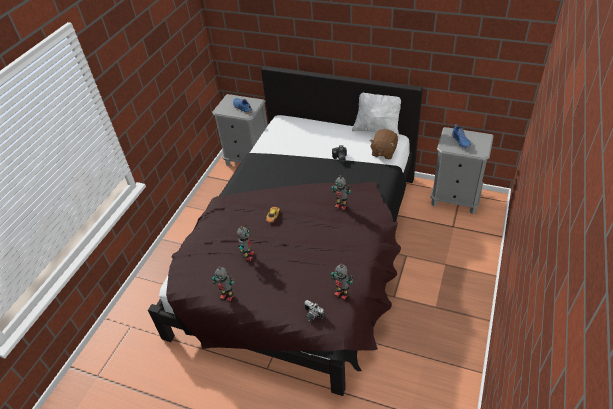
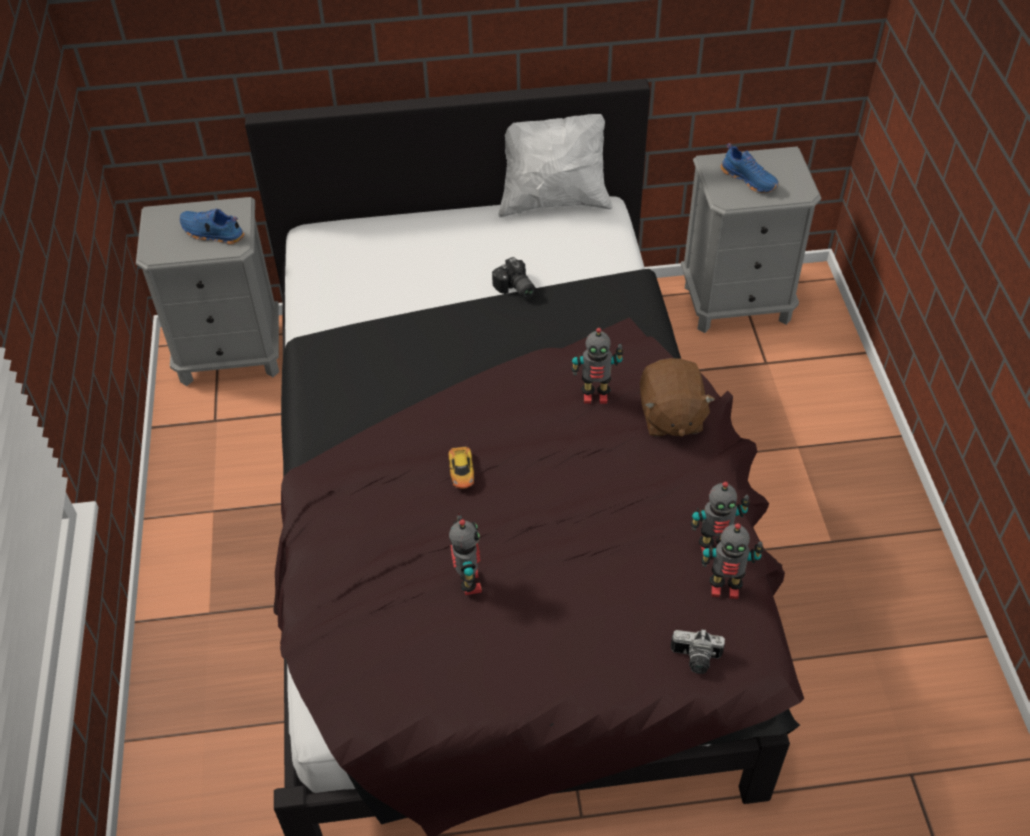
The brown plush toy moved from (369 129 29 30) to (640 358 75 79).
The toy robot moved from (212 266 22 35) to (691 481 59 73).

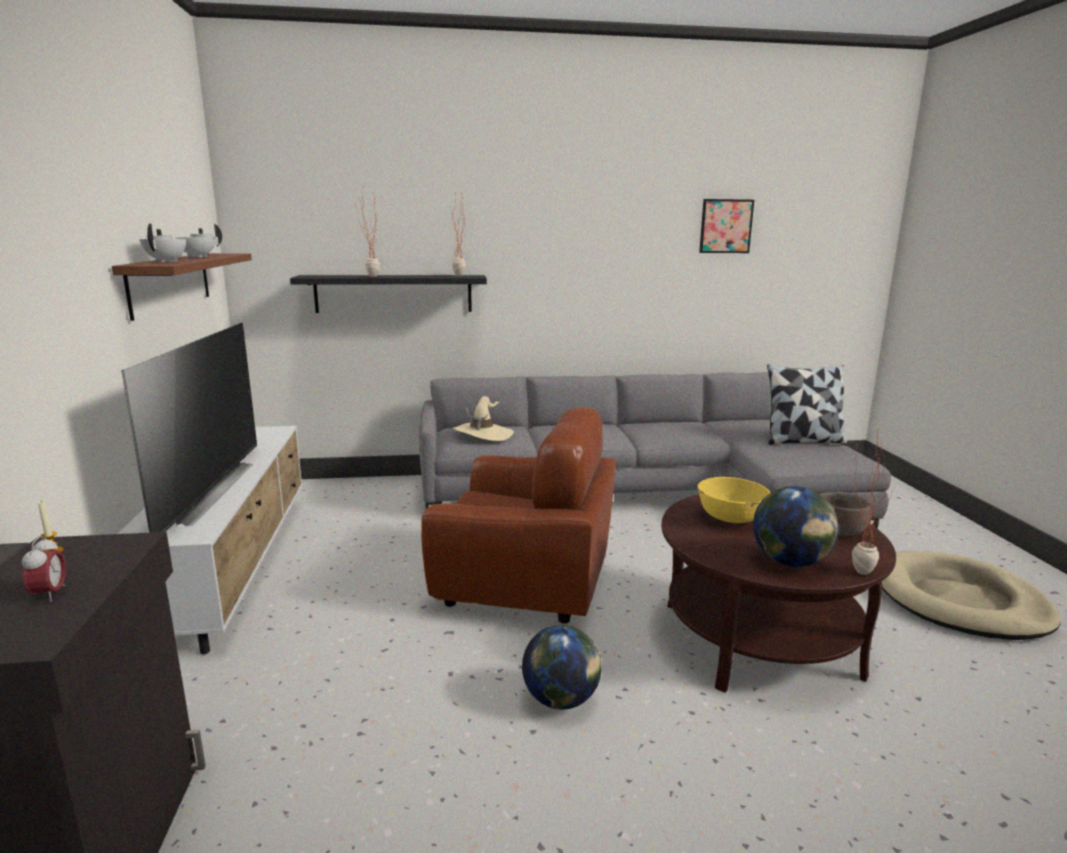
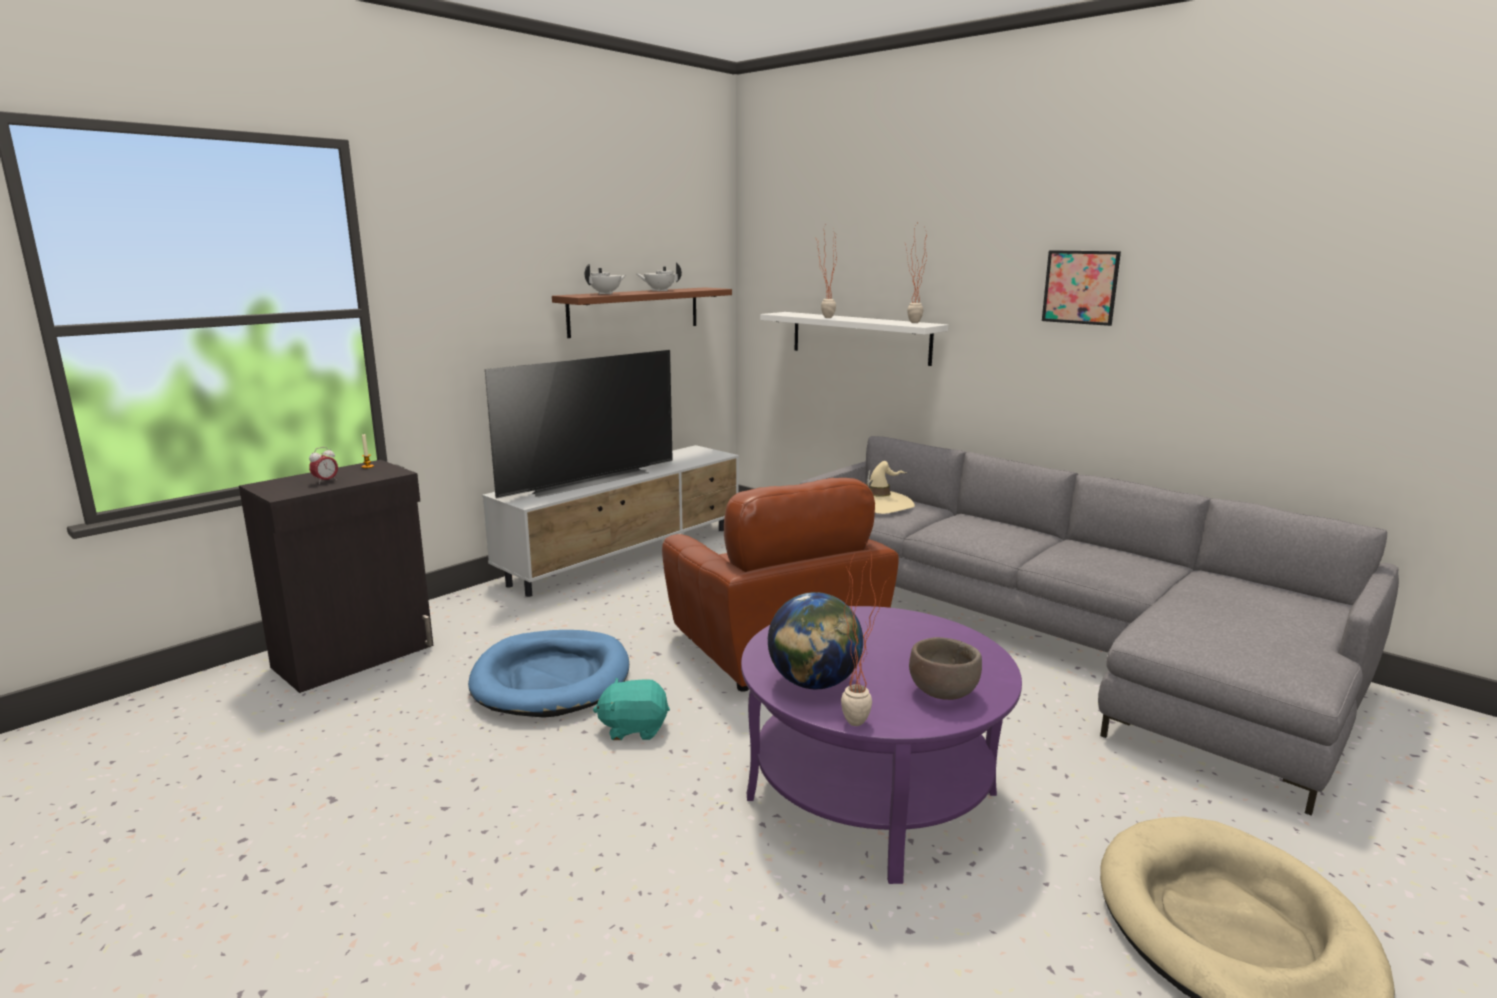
The picture moved from (699 199 55 54) to (1042 250 79 76).
The black shelf at (290 275 197 38) became the white shelf at (760 312 188 54).
The pillow at (767 364 81 81) disappeared.
The yellow bowl at (697 477 73 47) disappeared.
The brown coffee table at (661 492 235 201) became the purple coffee table at (741 606 281 278).
The globe at (522 625 80 85) was replaced by the turquoise plush toy at (593 678 77 62).
The blue dog bed at (468 630 161 88) appeared.

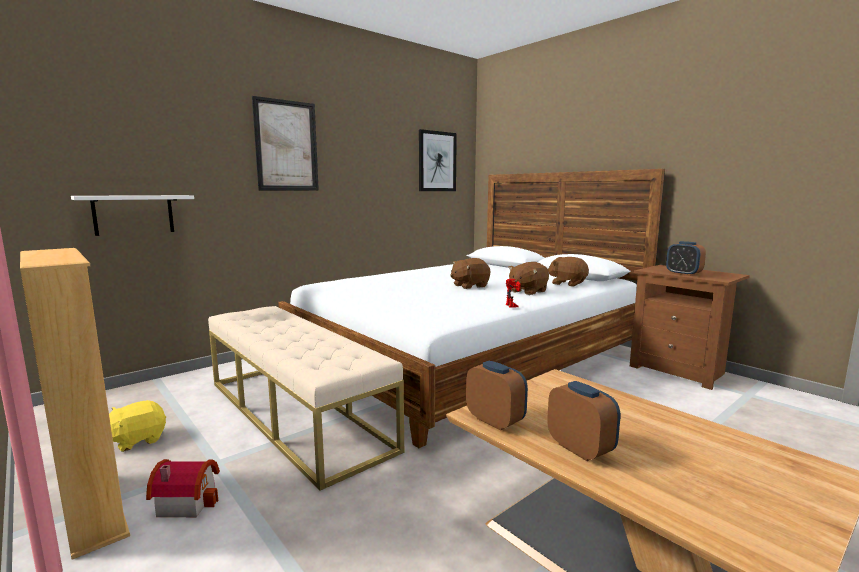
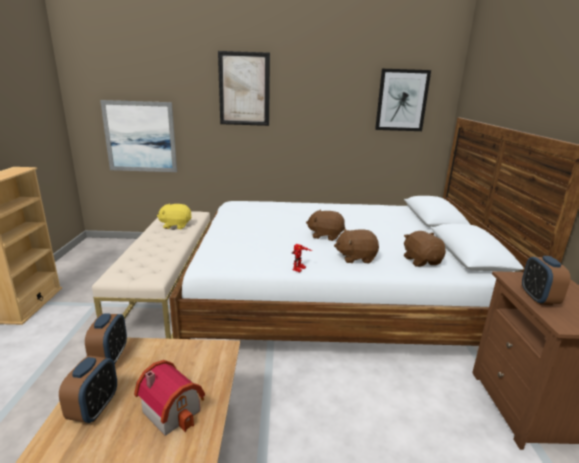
The white shelf at (71 195 123 41) was replaced by the picture at (100 100 77 72).
The yellow plush toy moved from (109 400 57 52) to (157 204 35 25).
The toy house moved from (146 459 74 58) to (134 360 71 76).

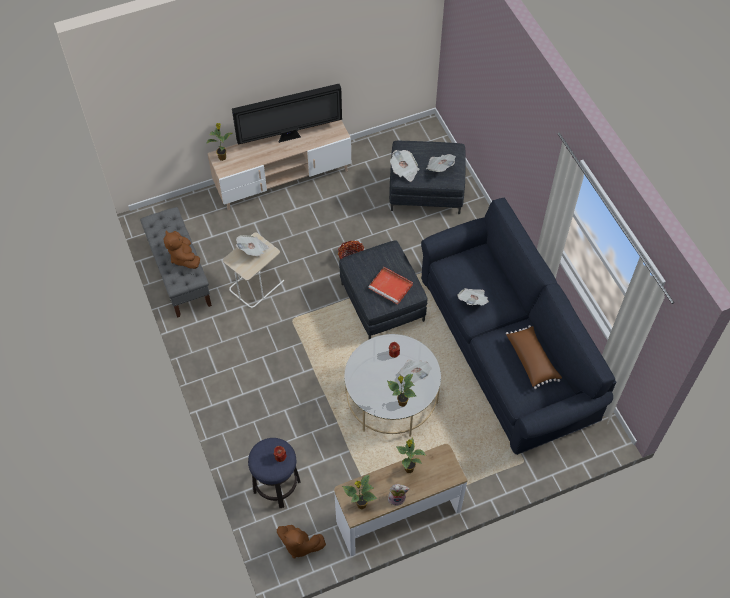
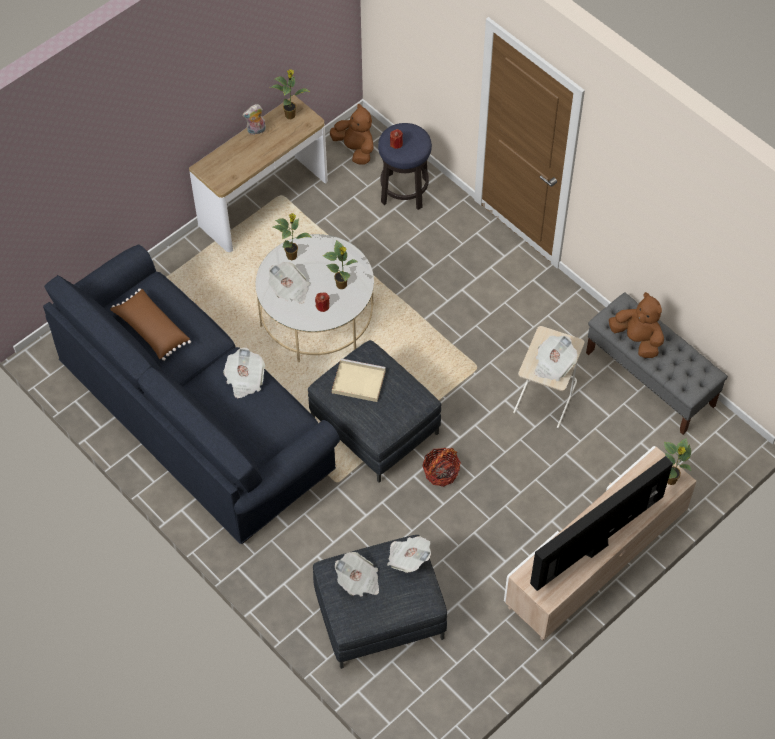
The red tray at (368 267 45 37) became the beige tray at (332 358 54 44).
The potted plant moved from (397 438 29 35) to (323 240 35 49).
The brown plush toy at (277 525 49 33) turned 45 degrees clockwise.

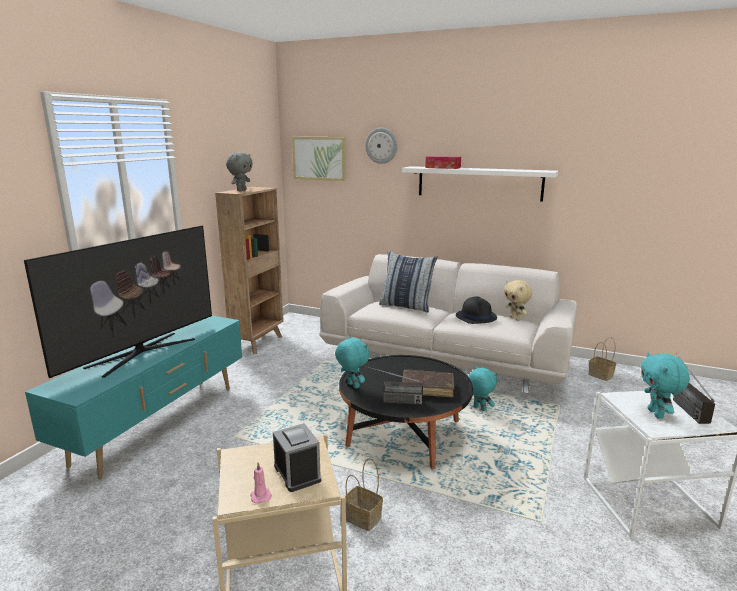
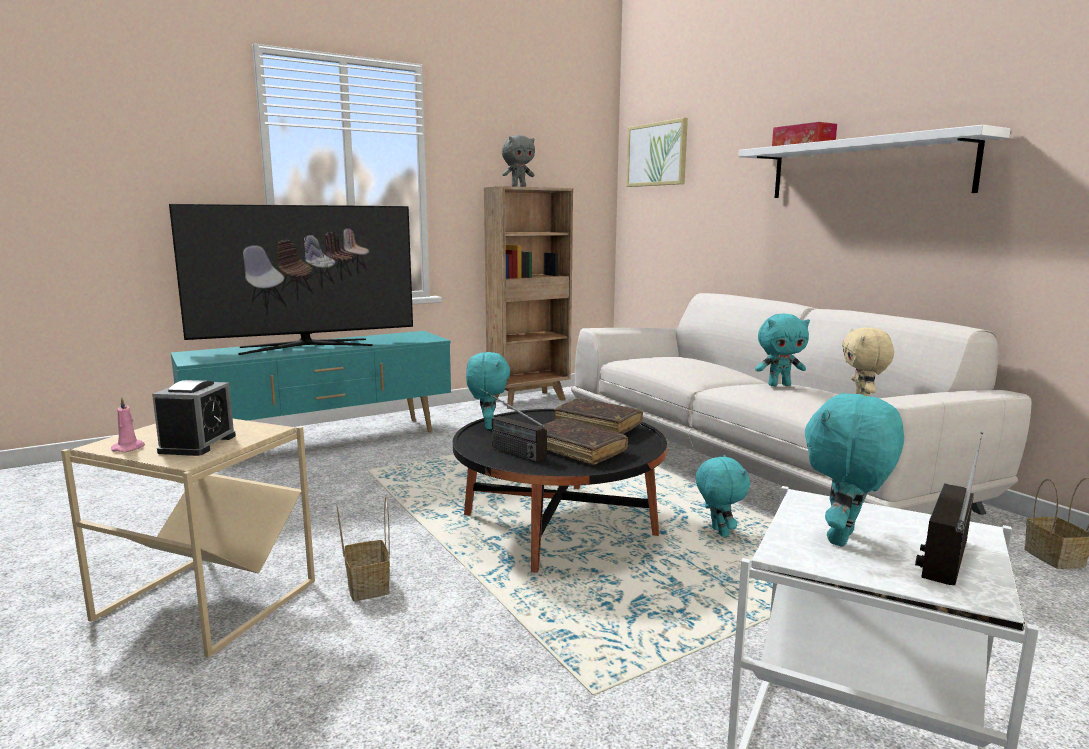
The wall clock at (365 128 33 36) disappeared.
The pillow at (379 251 59 61) disappeared.
The black hat at (456 297 41 27) was replaced by the turquoise plush toy at (755 314 55 72).
The brown book at (555 398 88 36) appeared.

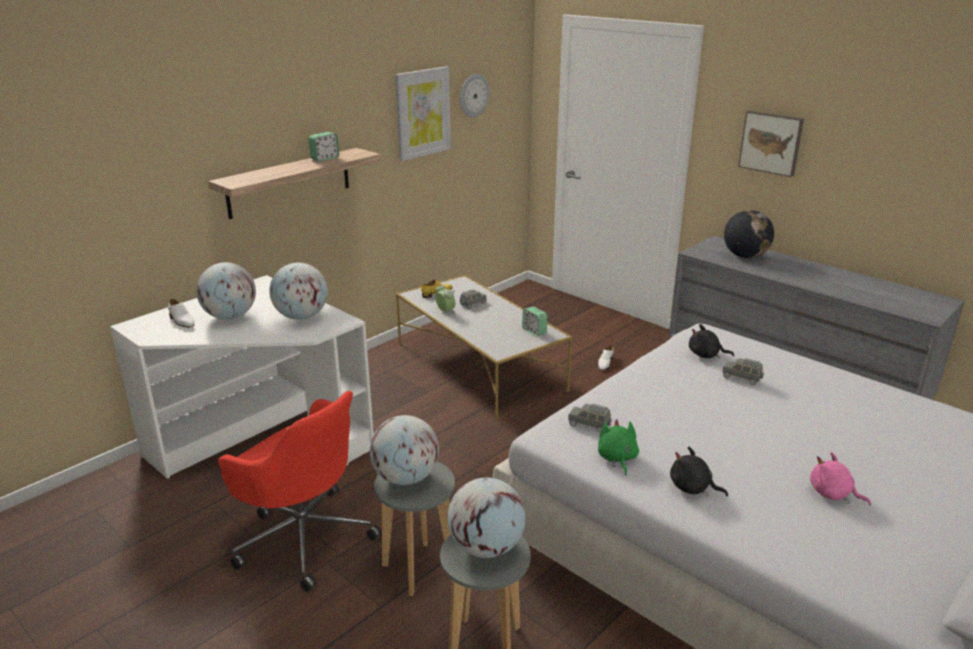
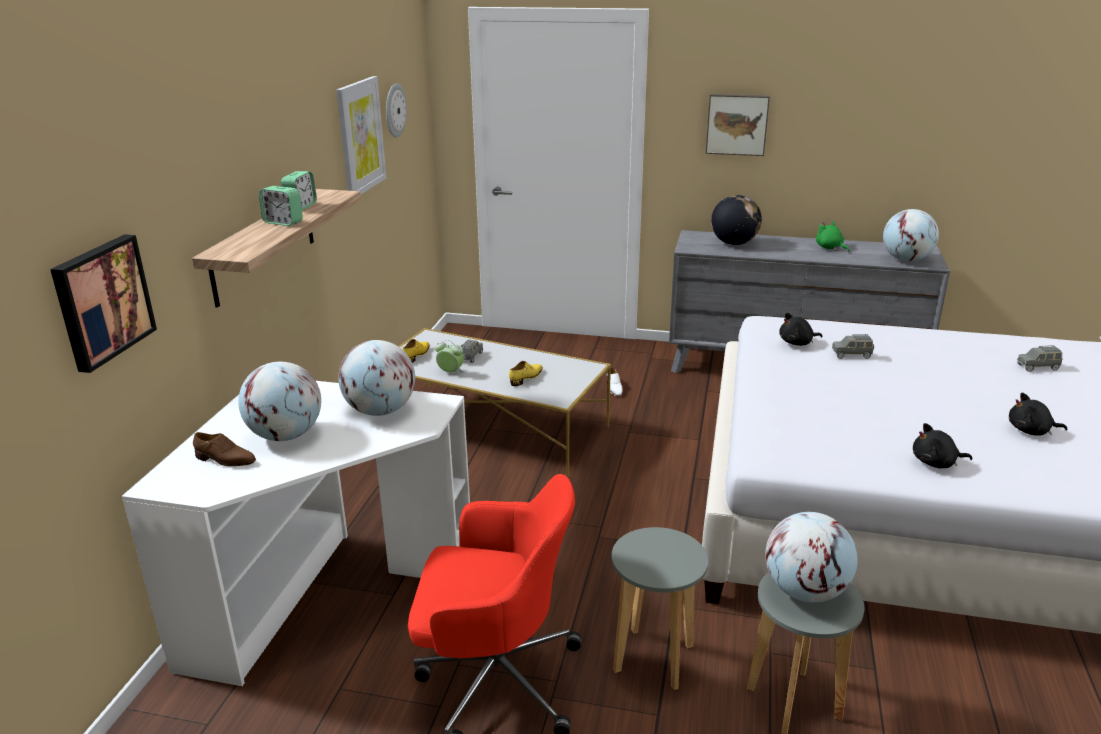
The white shoe at (168 299 27 29) became the brown shoe at (193 432 63 34).
The alarm clock moved from (522 306 26 30) to (259 186 44 40).
The grey toy car moved from (568 404 44 29) to (1017 345 45 27).
The globe moved from (370 415 69 70) to (883 209 56 53).
The green plush toy moved from (598 419 41 57) to (816 221 33 31).
The pink plush toy at (810 452 61 53) became the black plush toy at (1009 393 58 42).
The picture at (50 234 107 139) appeared.
The yellow shoe at (509 361 34 25) appeared.

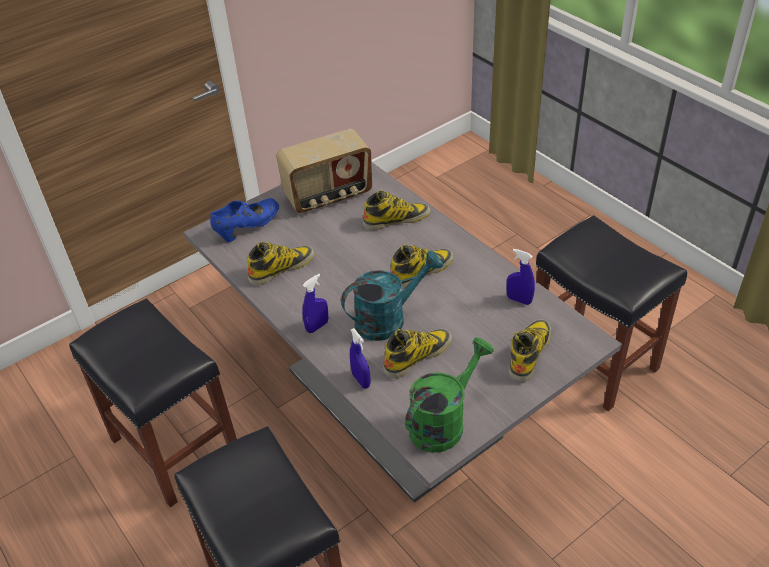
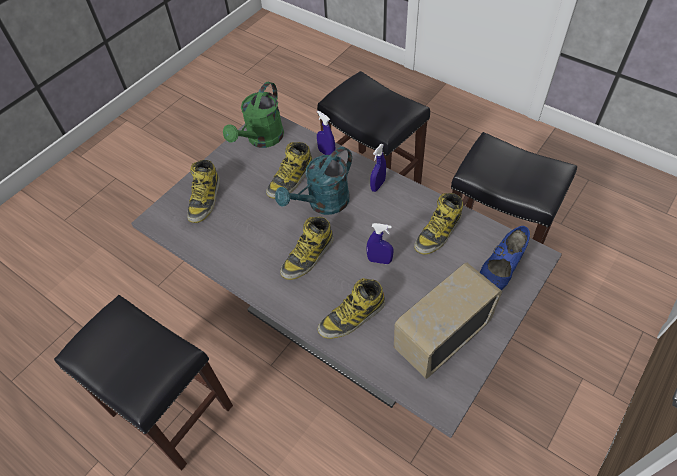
The blue spray bottle moved from (507 249 28 56) to (366 223 28 41).

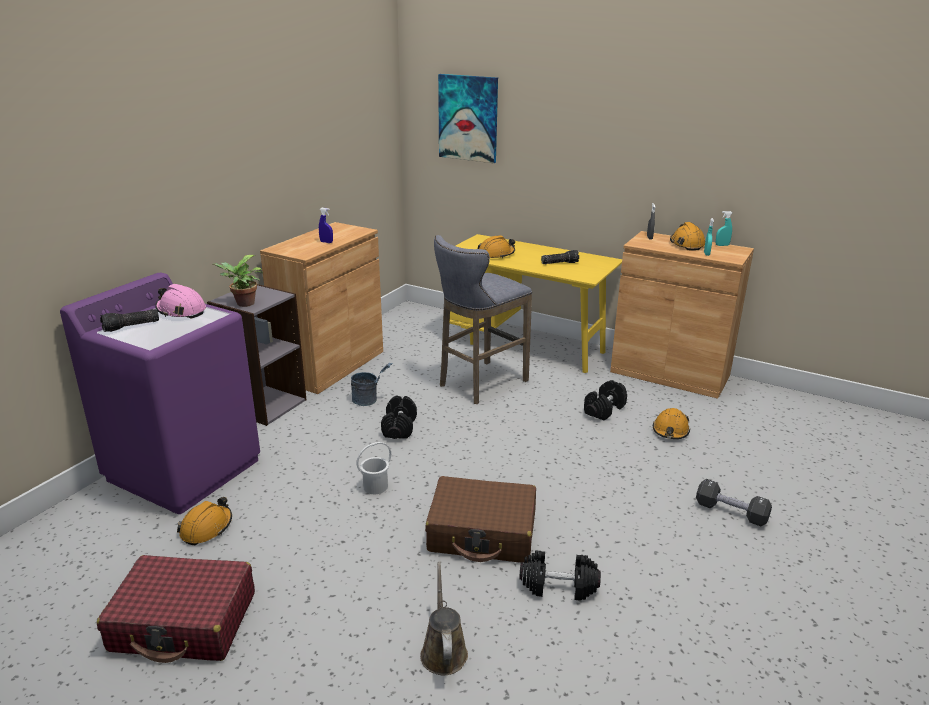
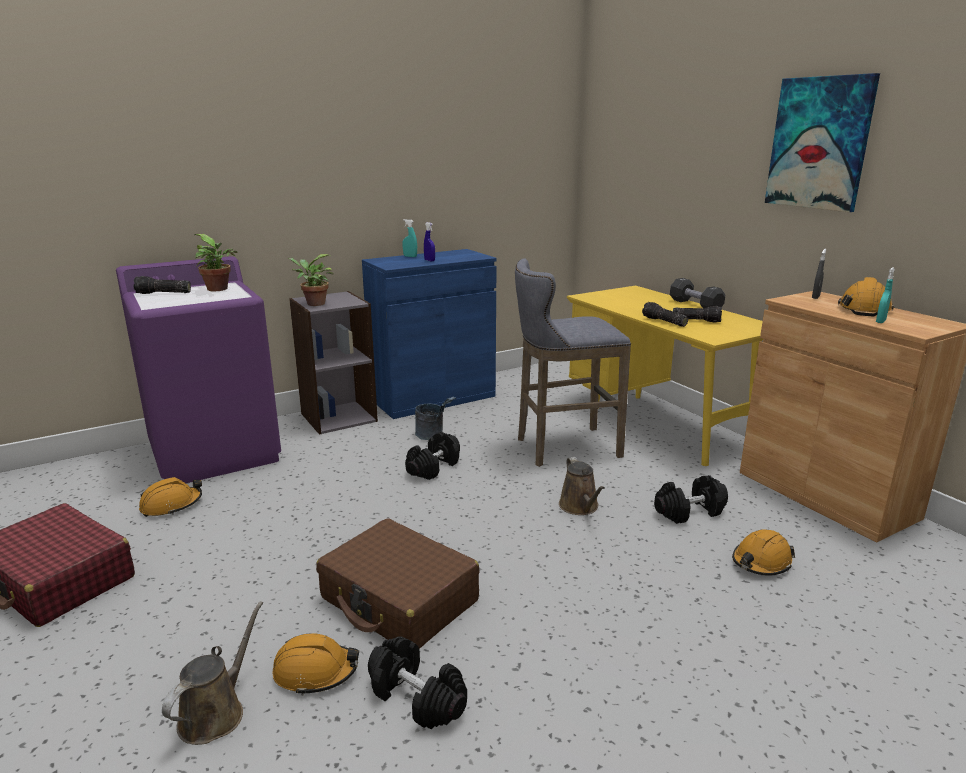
The picture moved from (438 74 60 89) to (765 73 115 139).
The turquoise spray bottle moved from (716 211 16 35) to (402 219 15 38).
The brown cabinet at (260 222 123 172) became the blue cabinet at (362 249 135 170).
The orange hard hat moved from (478 235 37 23) to (272 633 87 63).
The pink hard hat at (155 284 51 34) was replaced by the potted plant at (195 234 42 57).
The white bucket at (356 442 35 52) disappeared.
The black dumbbell moved from (696 479 76 47) to (670 278 56 30).
The flashlight at (642 302 46 25) appeared.
The brown watering can at (559 457 46 58) appeared.

